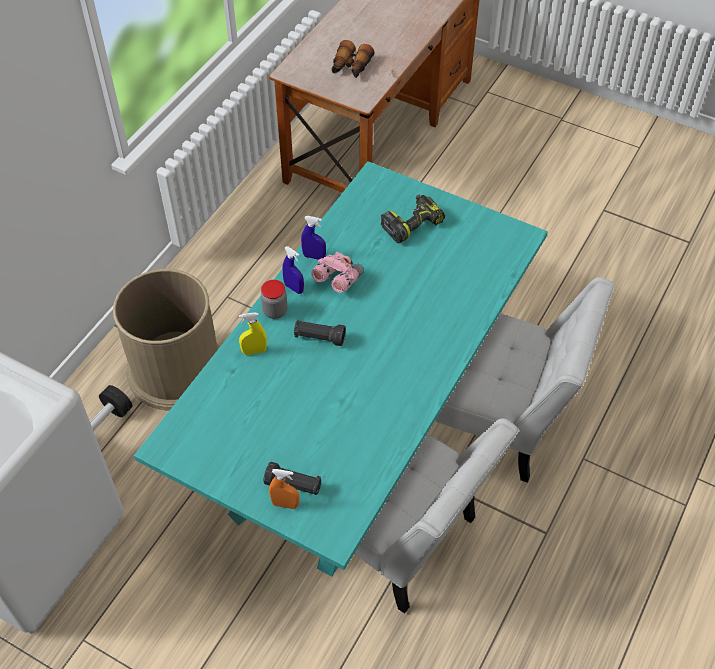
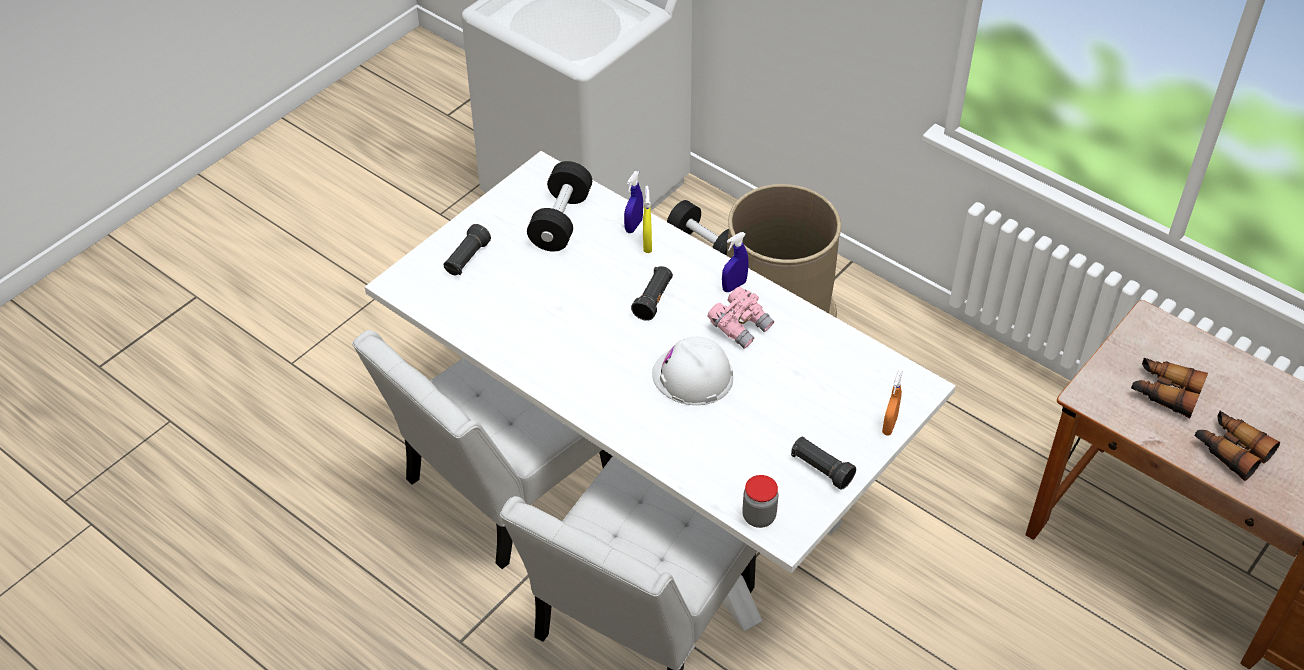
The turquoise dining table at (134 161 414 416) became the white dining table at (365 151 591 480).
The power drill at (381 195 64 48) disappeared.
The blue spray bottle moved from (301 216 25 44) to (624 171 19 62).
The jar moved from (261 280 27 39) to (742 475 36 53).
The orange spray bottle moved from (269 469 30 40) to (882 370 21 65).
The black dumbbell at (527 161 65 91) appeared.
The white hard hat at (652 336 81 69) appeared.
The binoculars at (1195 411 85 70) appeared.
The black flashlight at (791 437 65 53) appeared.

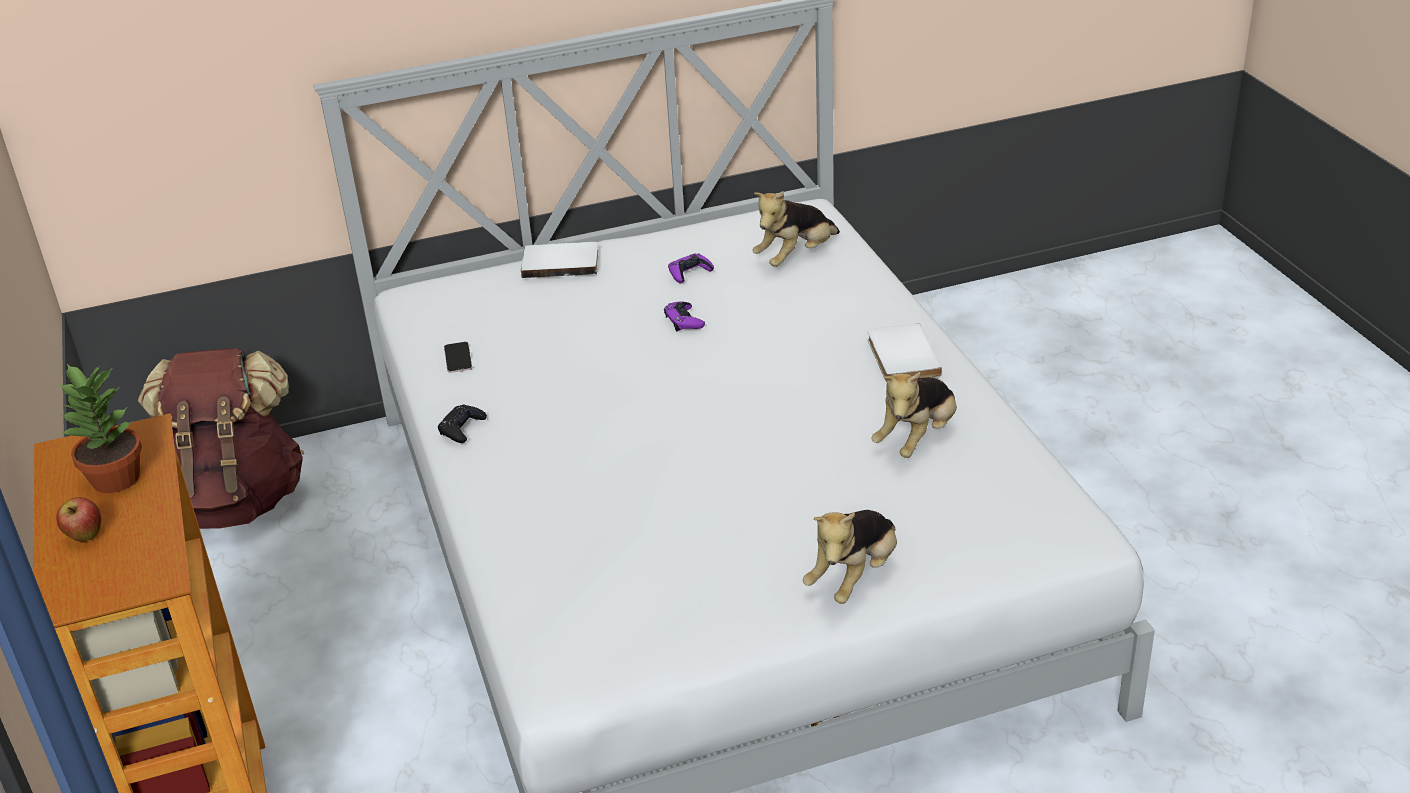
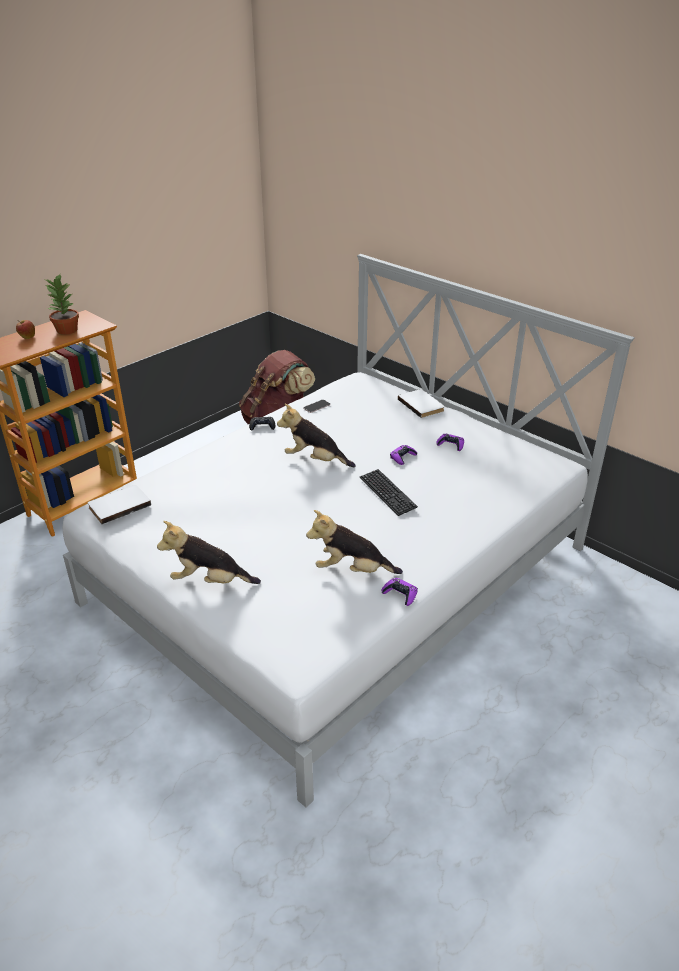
The plush toy moved from (752 191 88 76) to (277 404 79 63).
The white book moved from (868 323 74 59) to (88 485 63 39).
The keyboard at (360 469 58 47) appeared.
The purple game controller at (381 578 37 28) appeared.

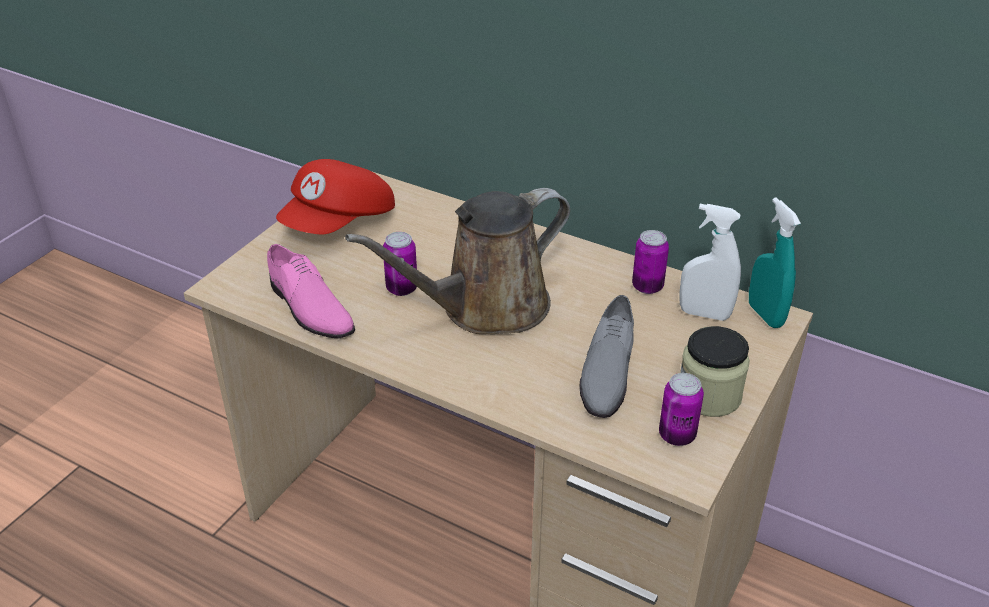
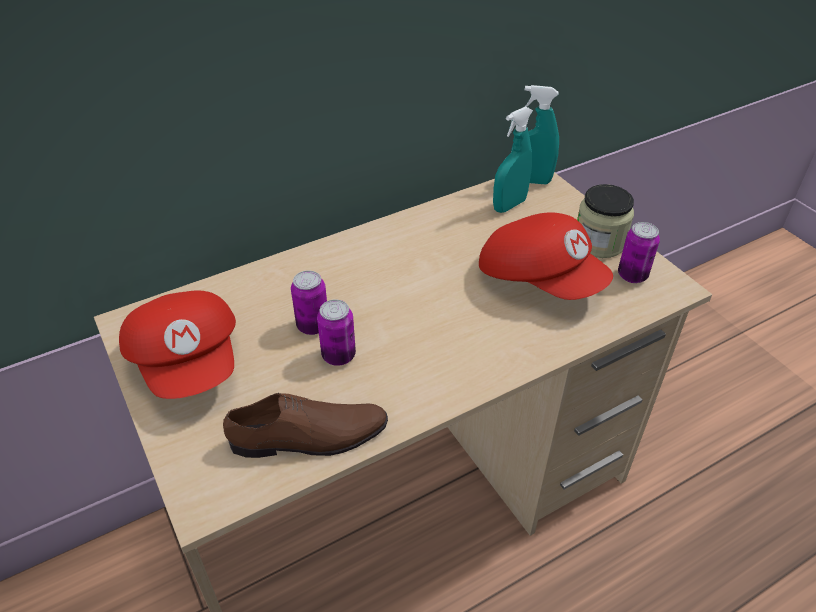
The brown watering can at (345 188 225 146) disappeared.
The white spray bottle at (679 204 62 117) became the turquoise spray bottle at (493 106 40 107).
The can moved from (632 230 37 64) to (291 270 36 65).
The pink shoe at (267 244 88 94) became the brown shoe at (223 393 165 65).
The grey shoe at (579 295 55 123) was replaced by the red cap at (479 212 134 88).

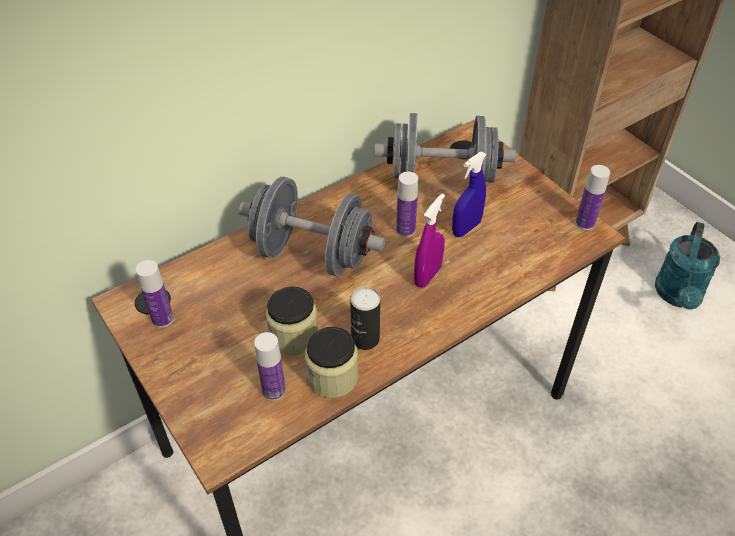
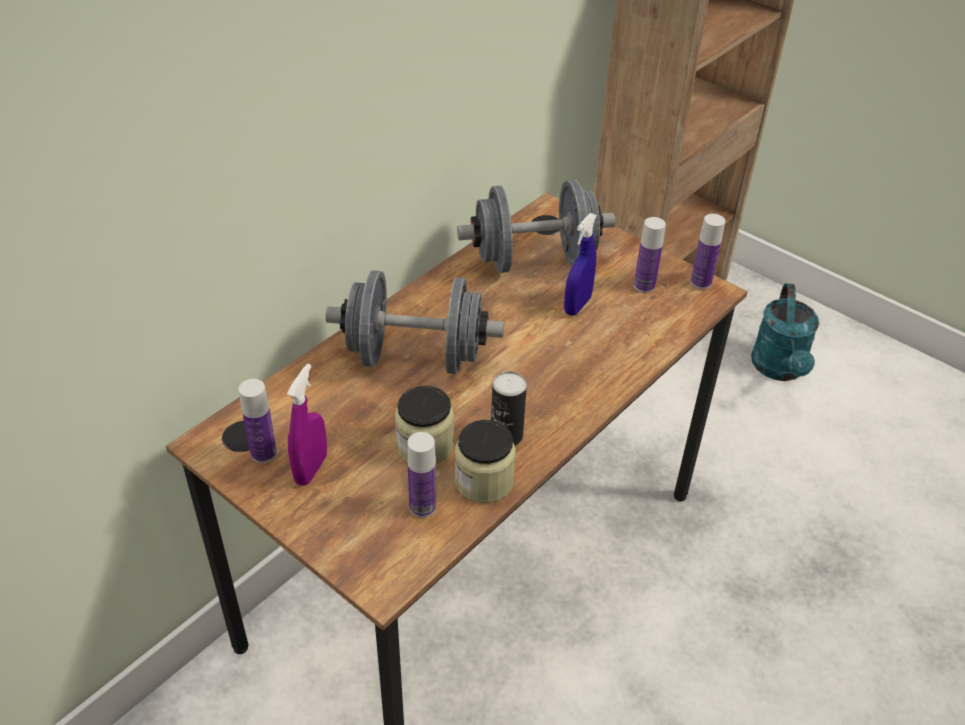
The bottle moved from (396 172 22 65) to (634 217 32 76).
The purple spray bottle moved from (414 193 31 95) to (287 364 40 122).

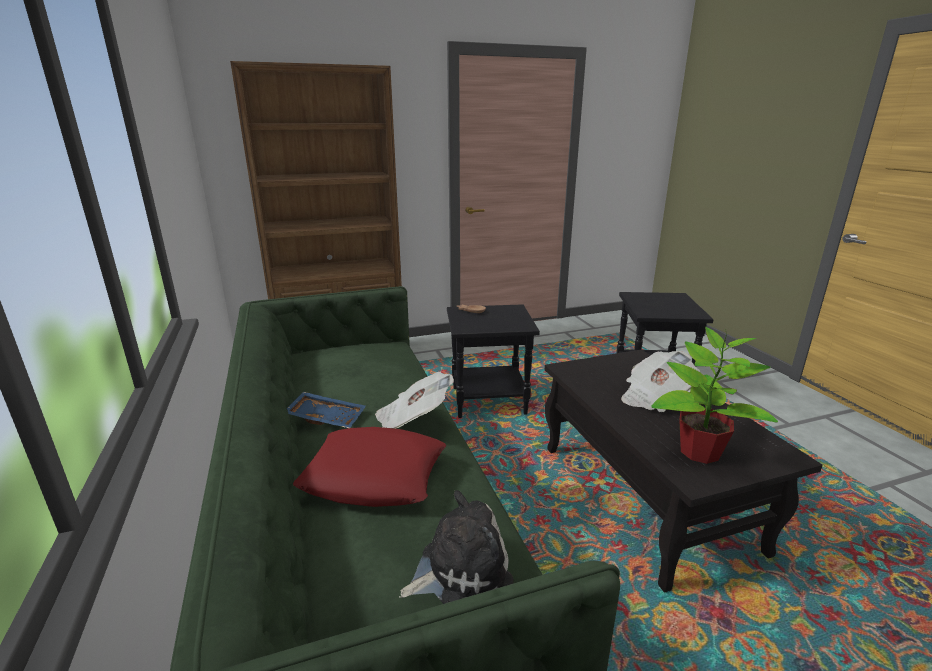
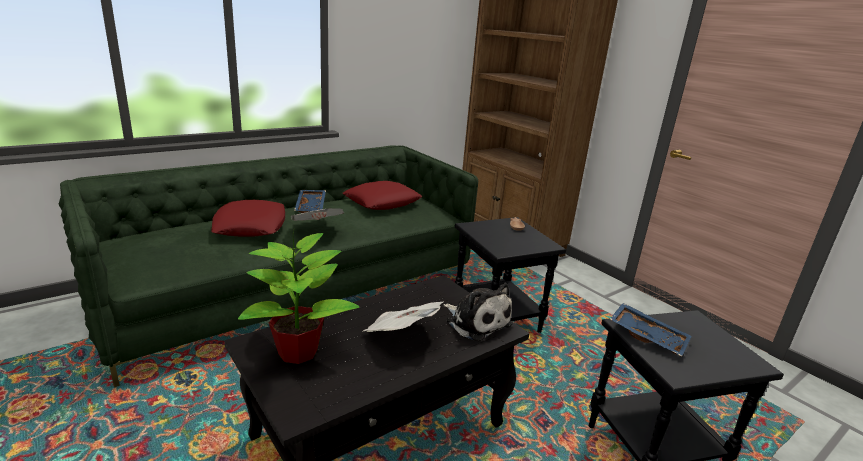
The plush toy moved from (399 490 115 114) to (443 283 70 59).
The red pillow at (343 181 79 29) appeared.
The blue tray at (610 303 82 53) appeared.

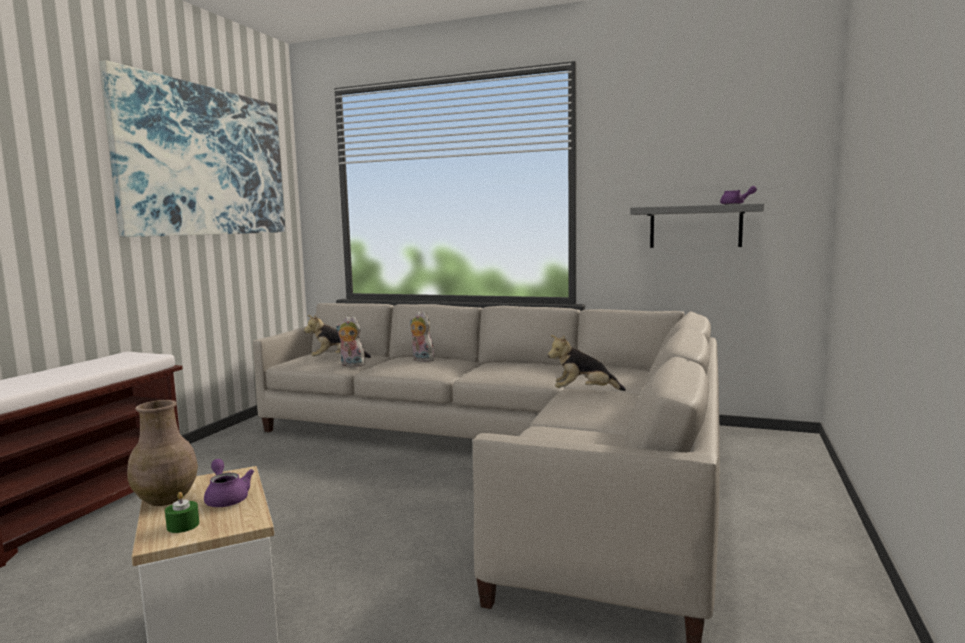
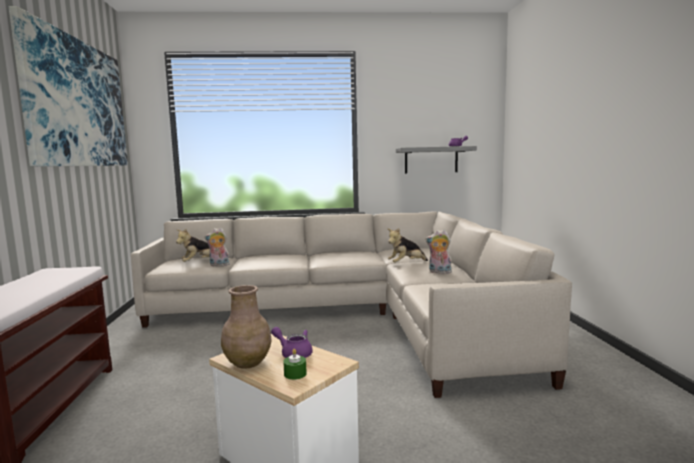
The plush toy moved from (410 311 24 51) to (425 229 27 45).

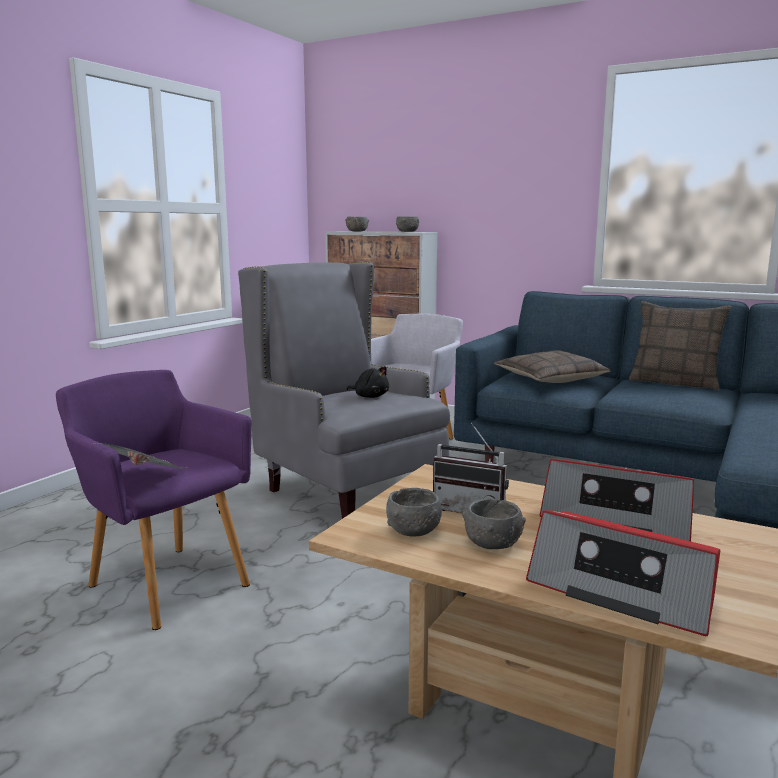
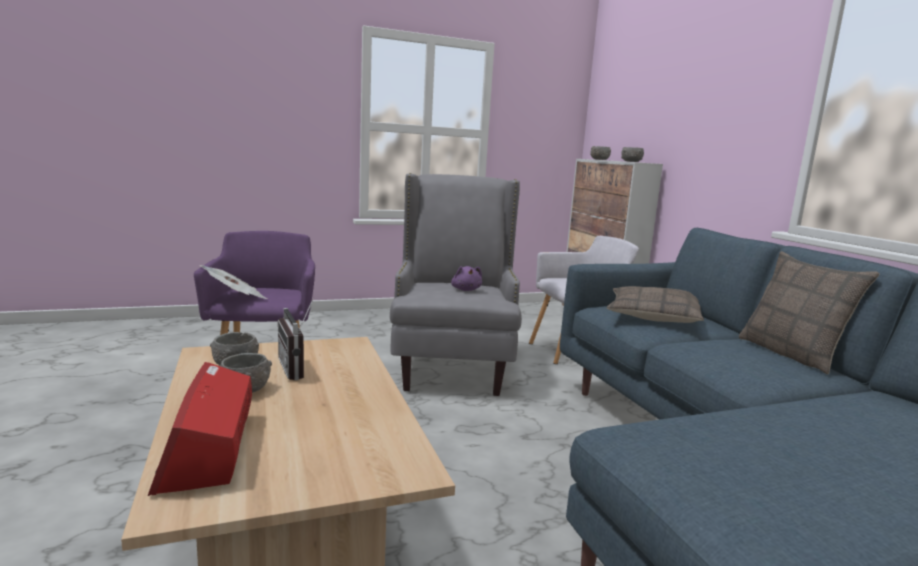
The black plush toy at (346 366 43 32) became the purple plush toy at (451 266 31 25).
The radio at (539 459 155 82) disappeared.

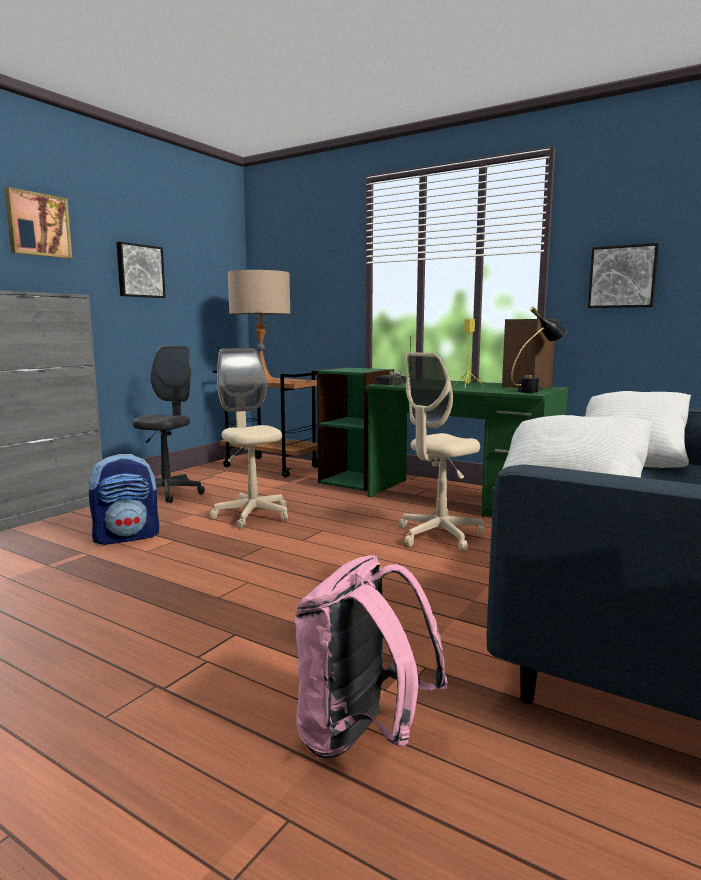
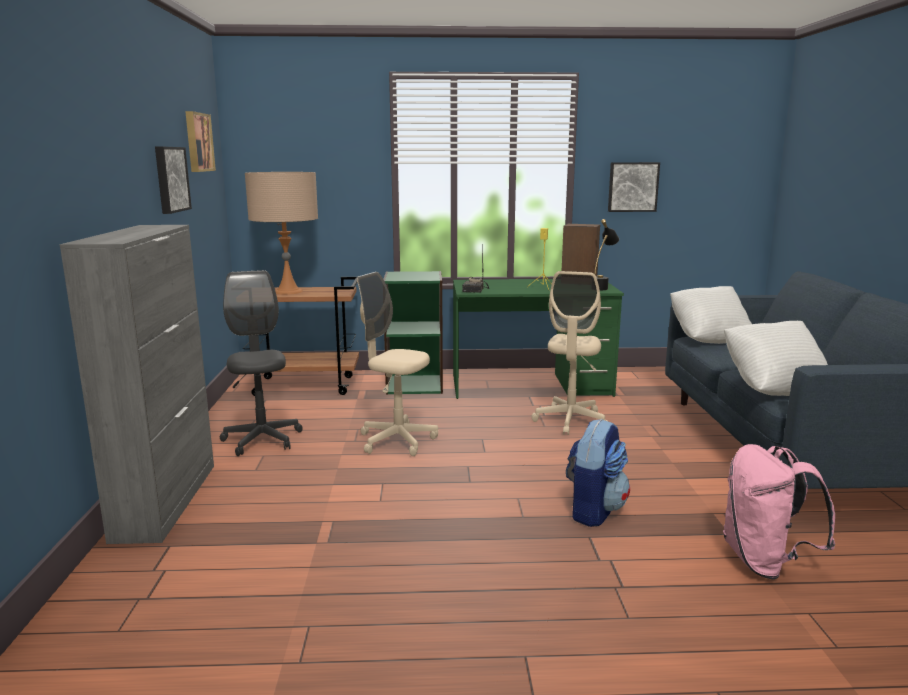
The picture moved from (5 187 67 72) to (185 111 31 61).
The backpack moved from (88 454 71 91) to (566 419 64 108).

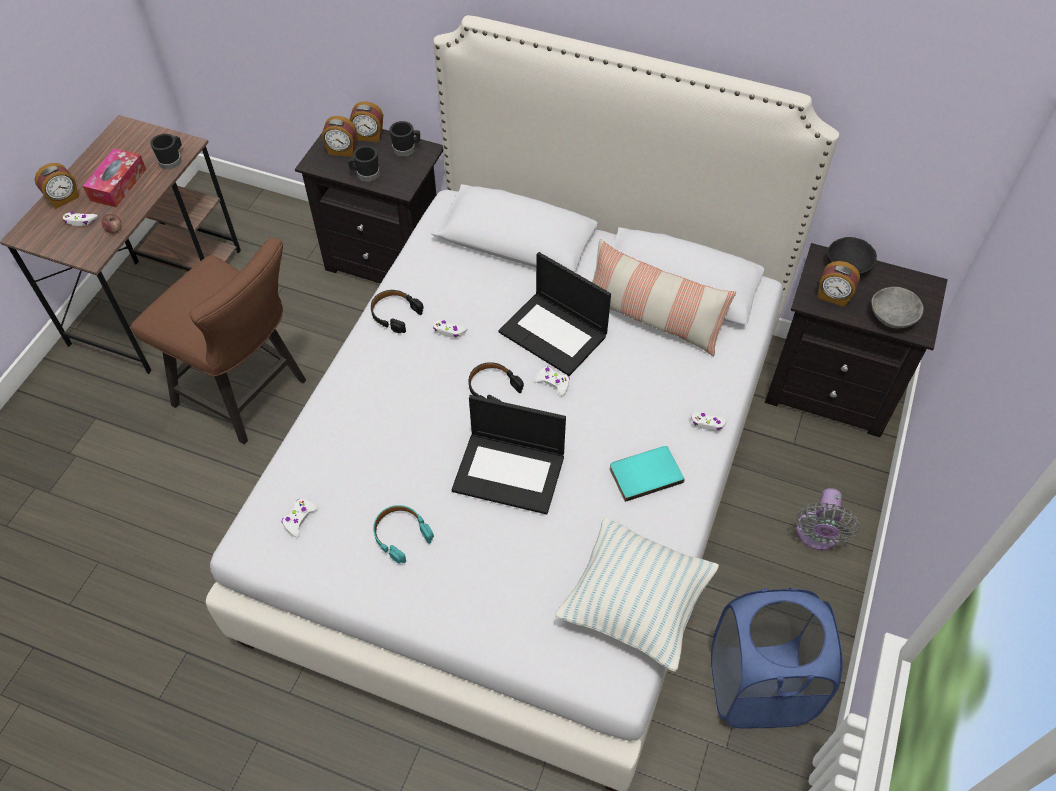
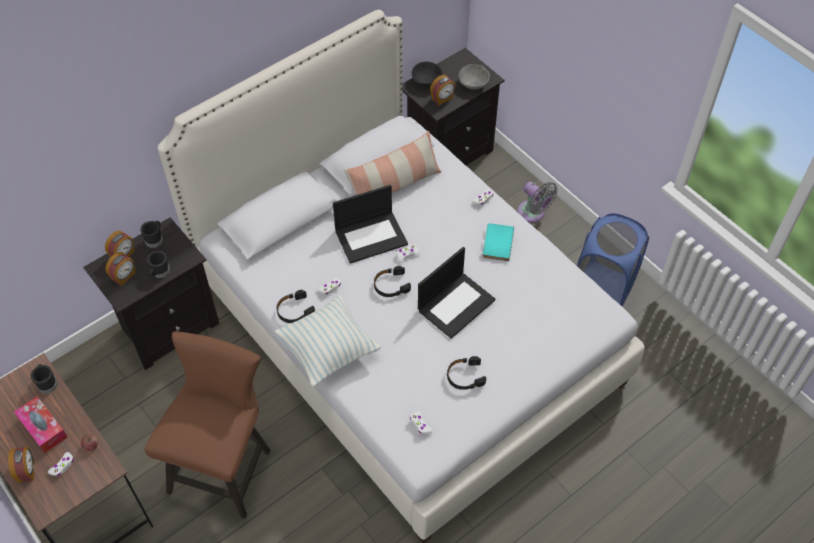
The brown chair at (131 238 175 206) turned 45 degrees counterclockwise.
The turquoise headphones at (373 505 61 58) became the black headphones at (447 356 39 34).
The pillow moved from (555 517 164 155) to (274 295 107 92).

